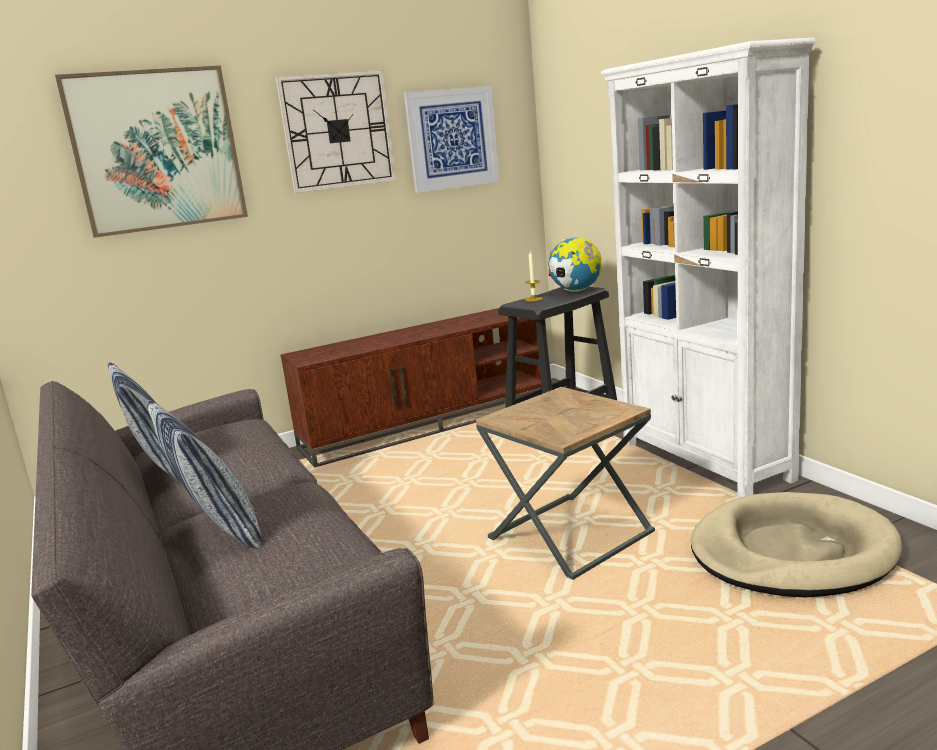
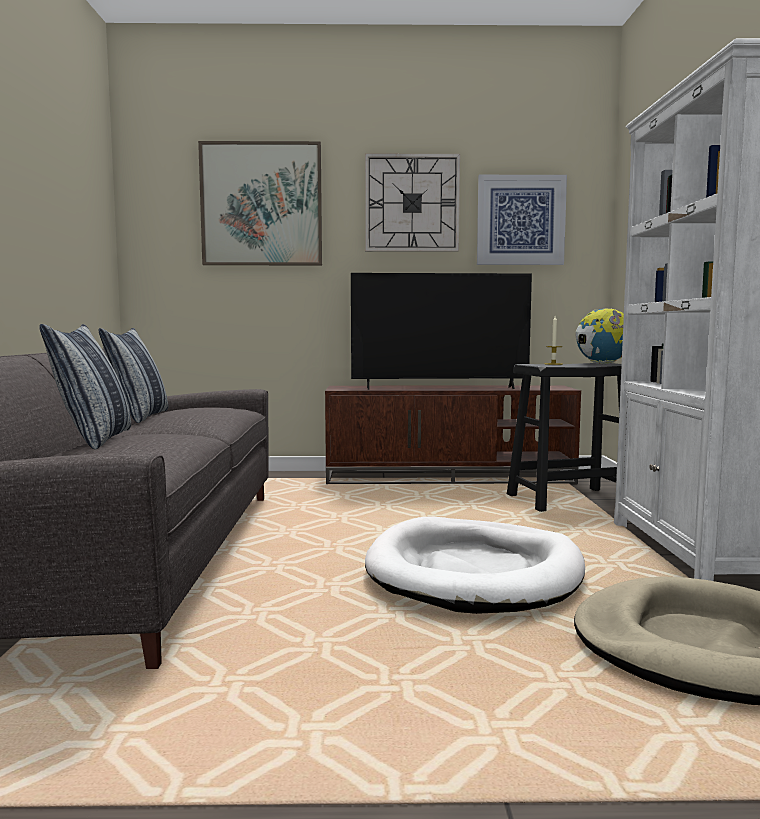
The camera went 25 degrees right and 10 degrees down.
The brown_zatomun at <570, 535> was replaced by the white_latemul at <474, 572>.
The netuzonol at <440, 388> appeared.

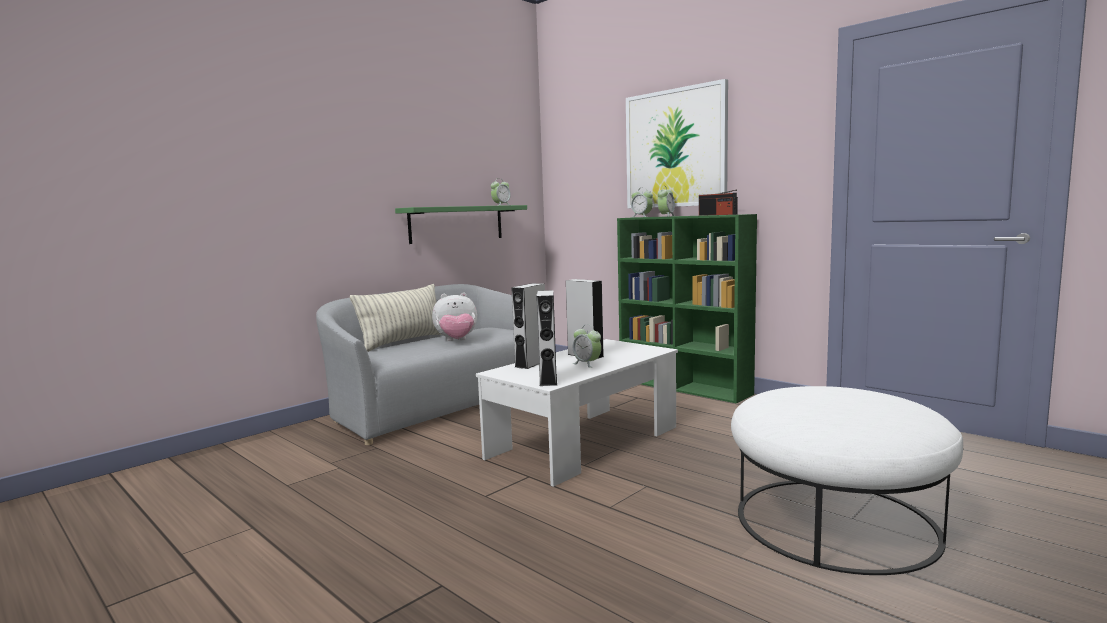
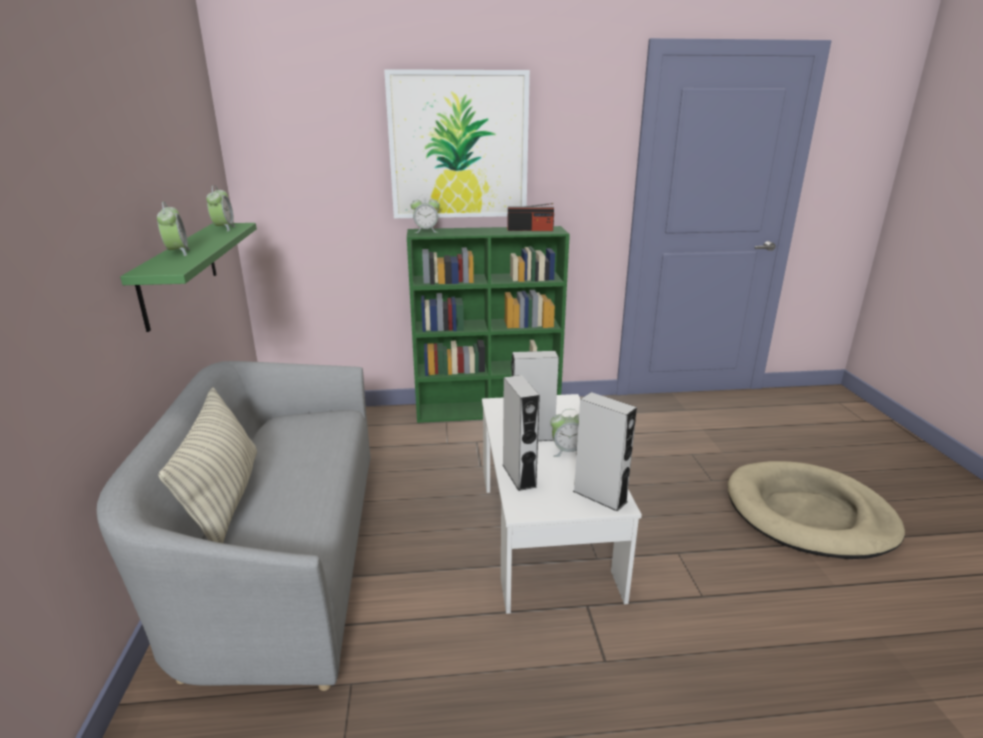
The camera went 50 degrees left and 15 degrees up.
The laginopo moved from <666, 216> to <177, 253>.
The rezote at <456, 341> disappeared.
The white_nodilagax at <835, 522> was replaced by the beige_latemul at <809, 514>.

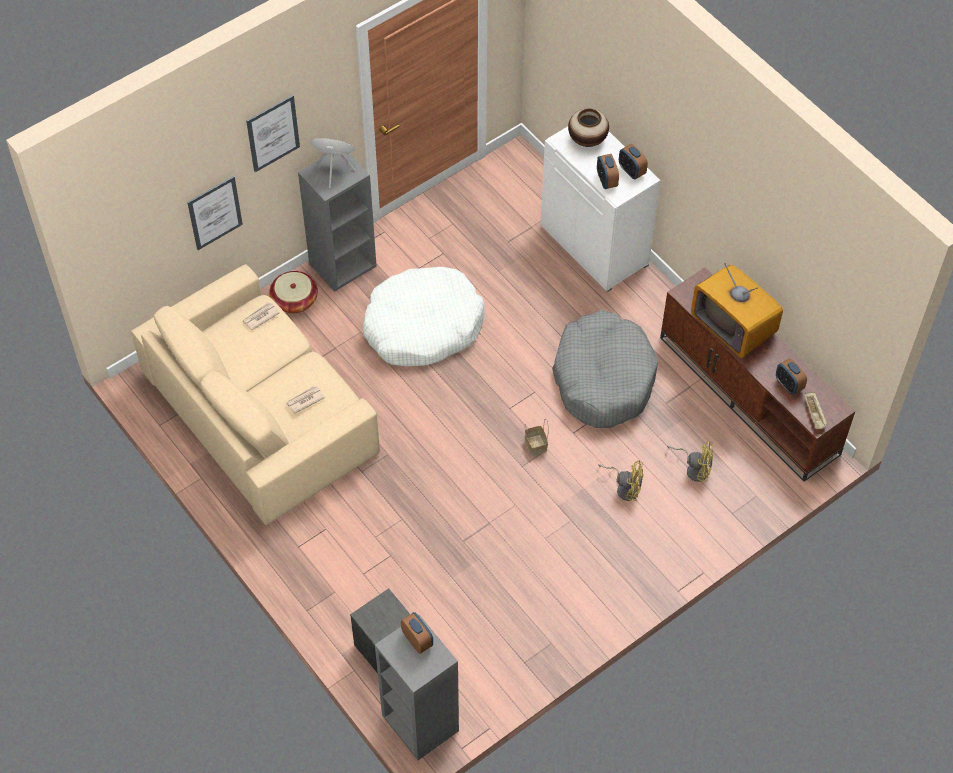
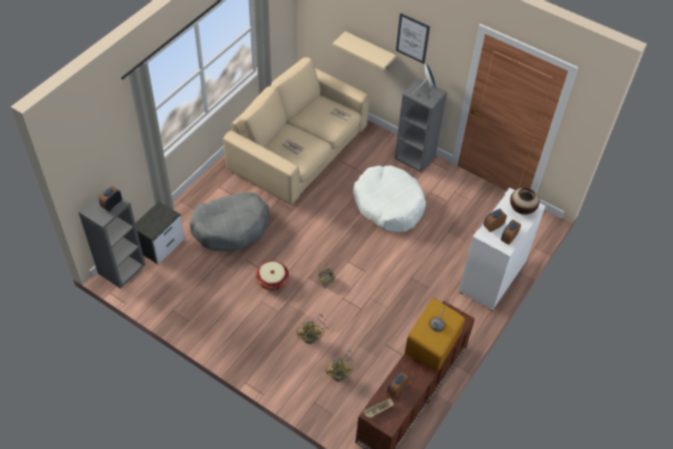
The camera went 70 degrees right and 5 degrees down.
The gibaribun at <215, 212> was replaced by the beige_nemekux at <369, 50>.
The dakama moved from <294, 300> to <272, 281>.
The grey_latemul moved from <603, 378> to <231, 227>.

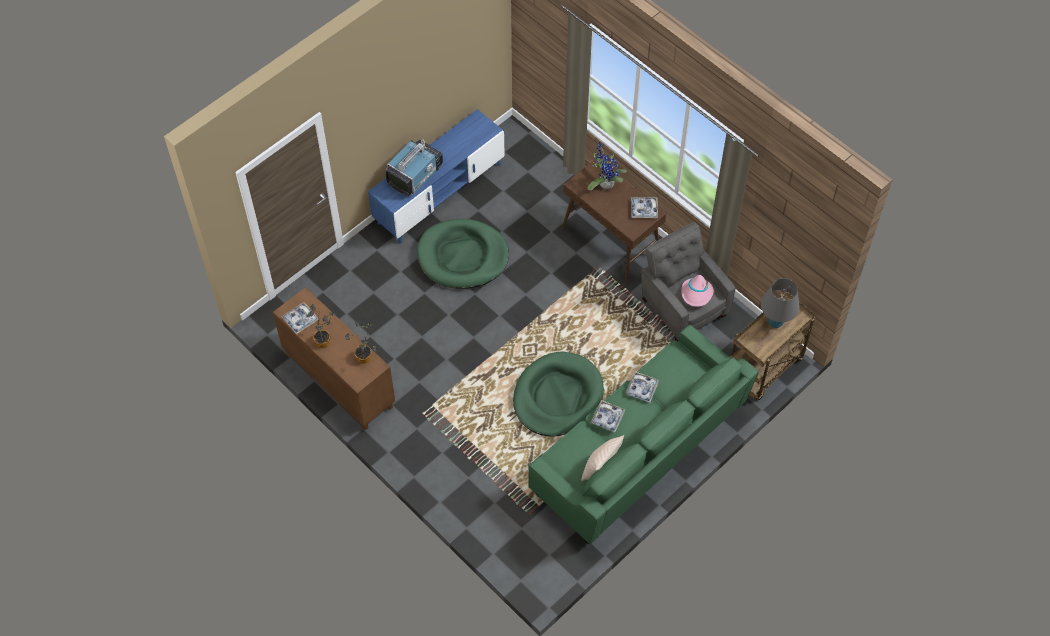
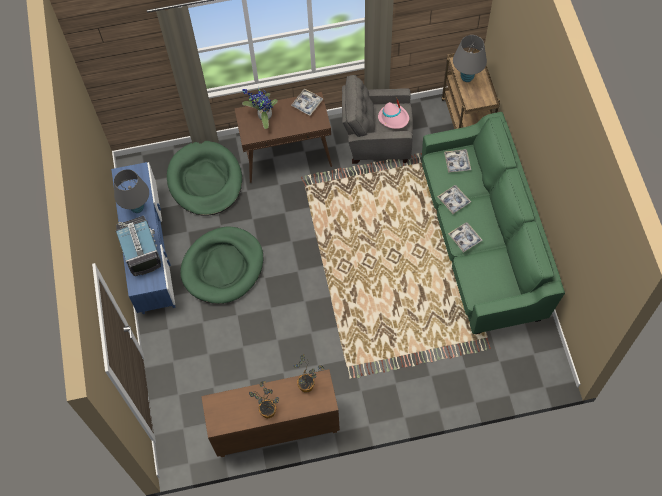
The camera went 55 degrees left and 5 degrees up.
The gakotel moved from <300, 320> to <457, 162>.
The green_latemul moved from <557, 397> to <205, 180>.
The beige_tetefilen at <600, 467> disappeared.
The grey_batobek at <137, 208> appeared.

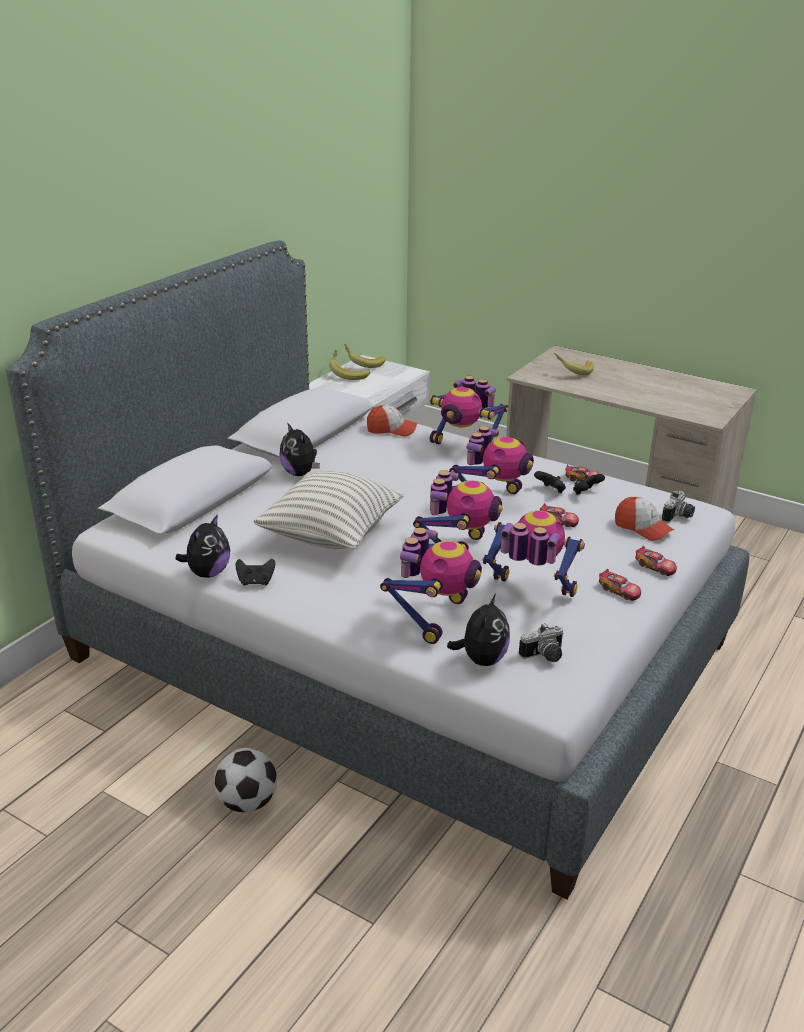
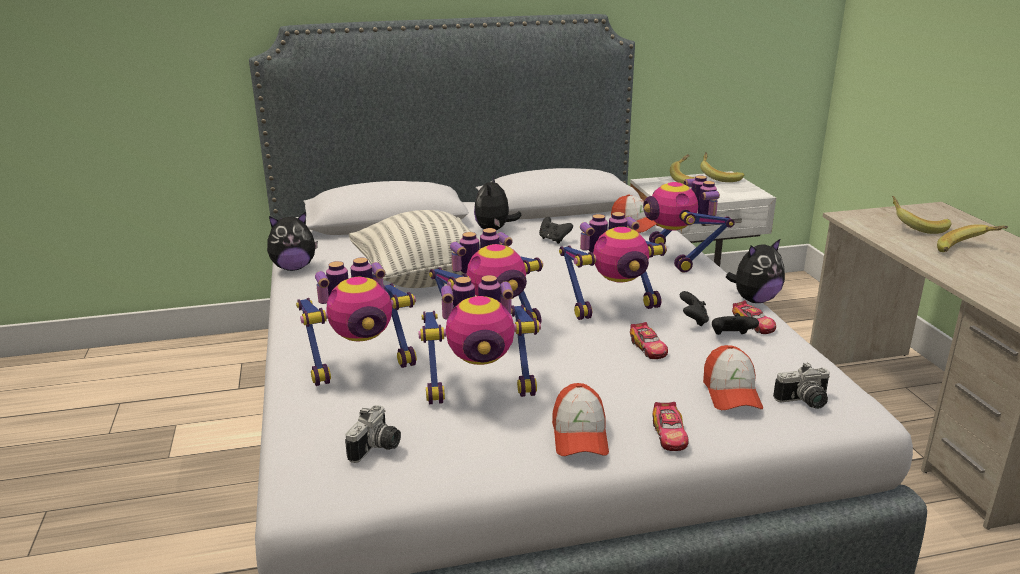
The camera went 45 degrees right and 5 degrees down.
The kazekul at <530, 592> turned 105 degrees clockwise.
The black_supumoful moved from <255, 582> to <554, 240>.
The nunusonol at <620, 591> was replaced by the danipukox at <579, 435>.
The rezote moved from <481, 659> to <754, 300>.
The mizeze at <544, 656> turned 90 degrees counterclockwise.
The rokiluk at <247, 802> disappeared.
The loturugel at <968, 251> appeared.

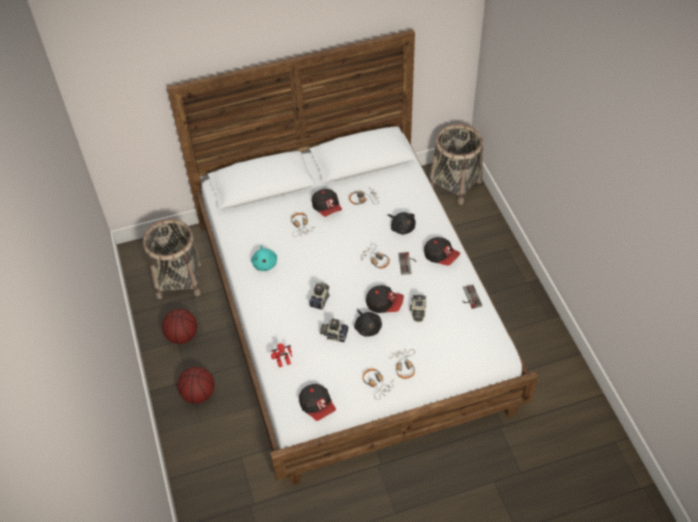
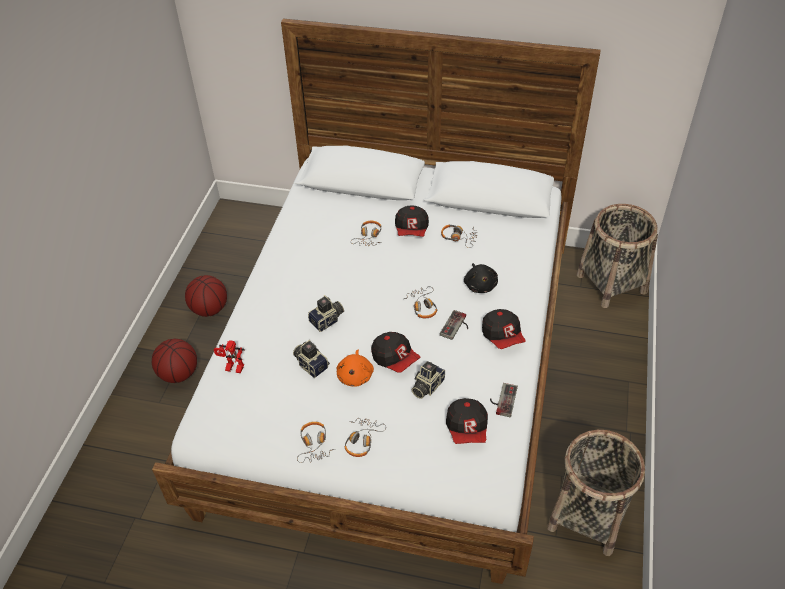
The camera went 30 degrees right and 5 degrees down.
The dakama moved from <179, 280> to <588, 516>.
The turquoise_rezote at <265, 263> disappeared.
The black_rezote at <367, 327> became the orange_rezote at <355, 375>.
The danipukox moved from <317, 406> to <467, 429>.

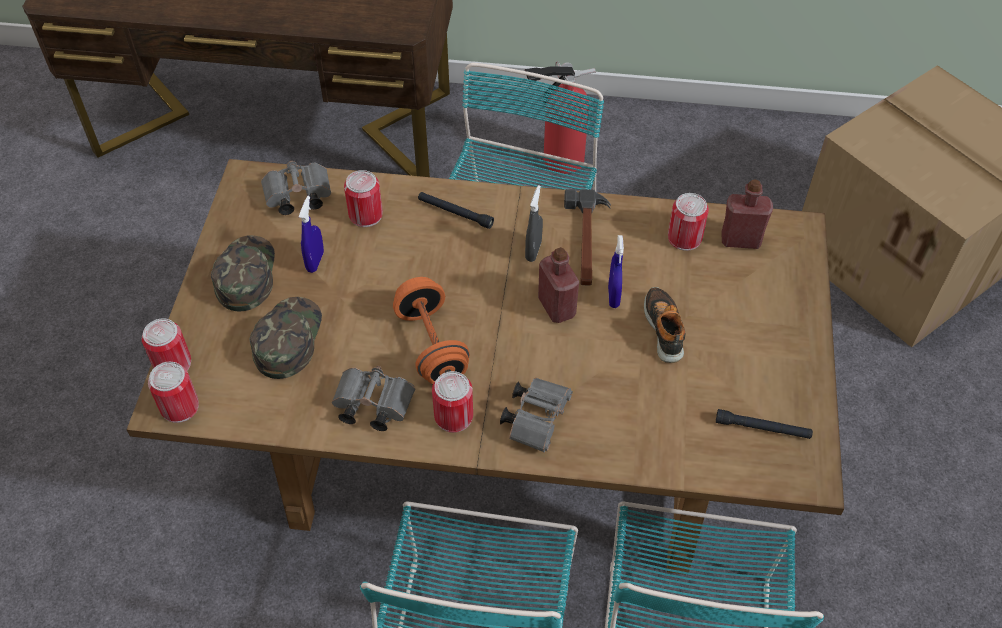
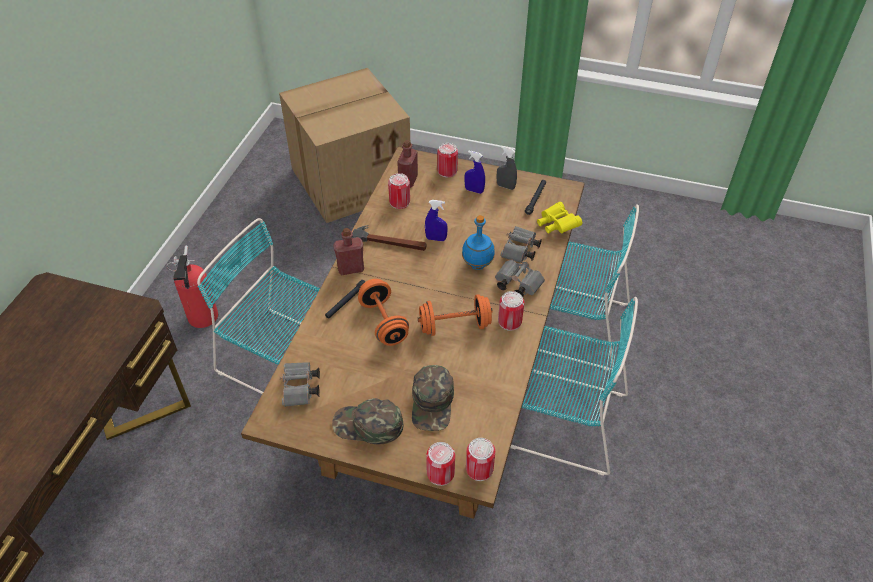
The camera went 80 degrees left and 5 degrees down.
The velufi moved from <365, 215> to <447, 171>.
The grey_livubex moved from <533, 251> to <505, 186>.
The blue_livubex moved from <315, 261> to <474, 190>.
The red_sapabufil moved from <556, 307> to <351, 269>.
The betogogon at <664, 329> disappeared.
The green_danipukox at <287, 339> turned 105 degrees counterclockwise.
The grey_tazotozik moved from <371, 406> to <519, 252>.
The yellow_tazotozik at <556, 225> appeared.
The blue_sapabufil at <477, 265> appeared.
The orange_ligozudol at <384, 322> appeared.

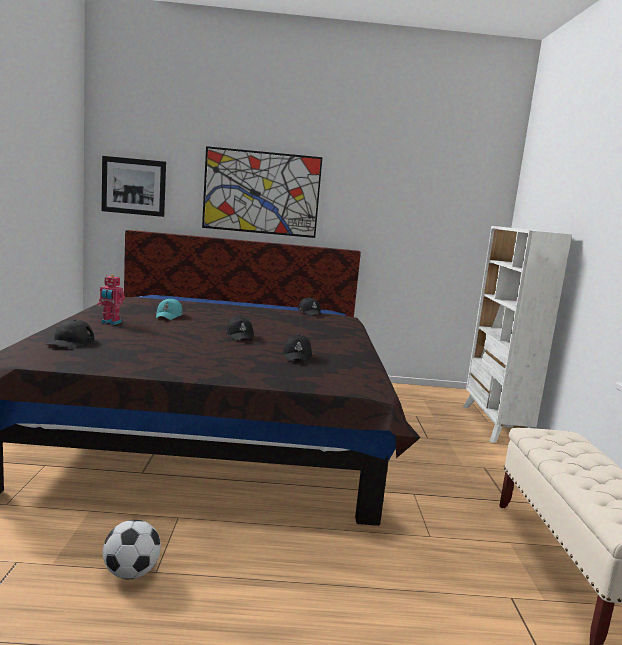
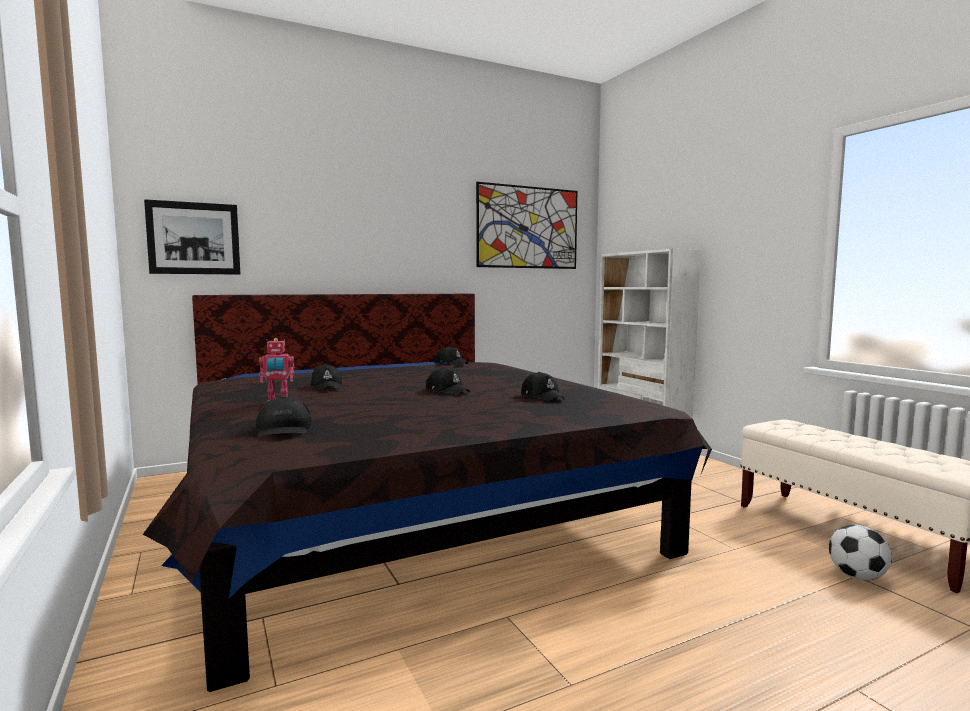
The camera went 25 degrees left and 5 degrees down.
The gibaribun moved from <261, 192> to <528, 227>.
The turquoise_danipukox at <169, 316> became the black_danipukox at <327, 387>.
The rokiluk moved from <131, 573> to <857, 576>.

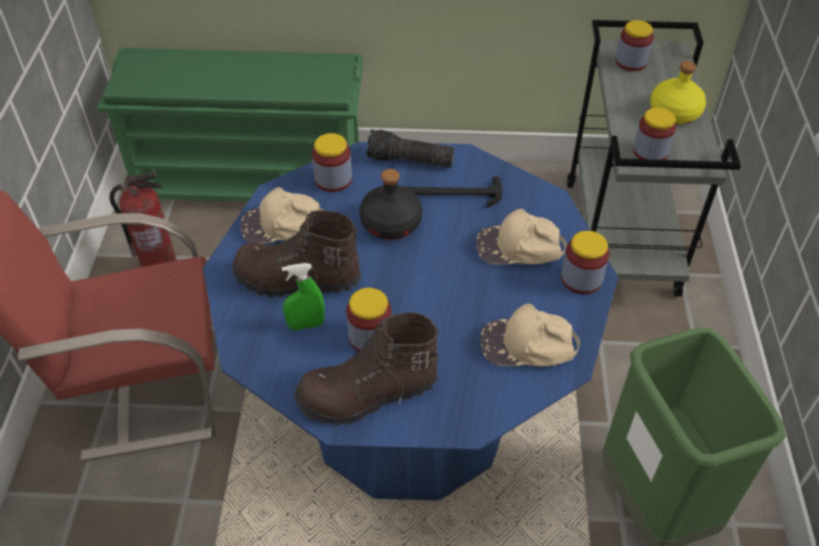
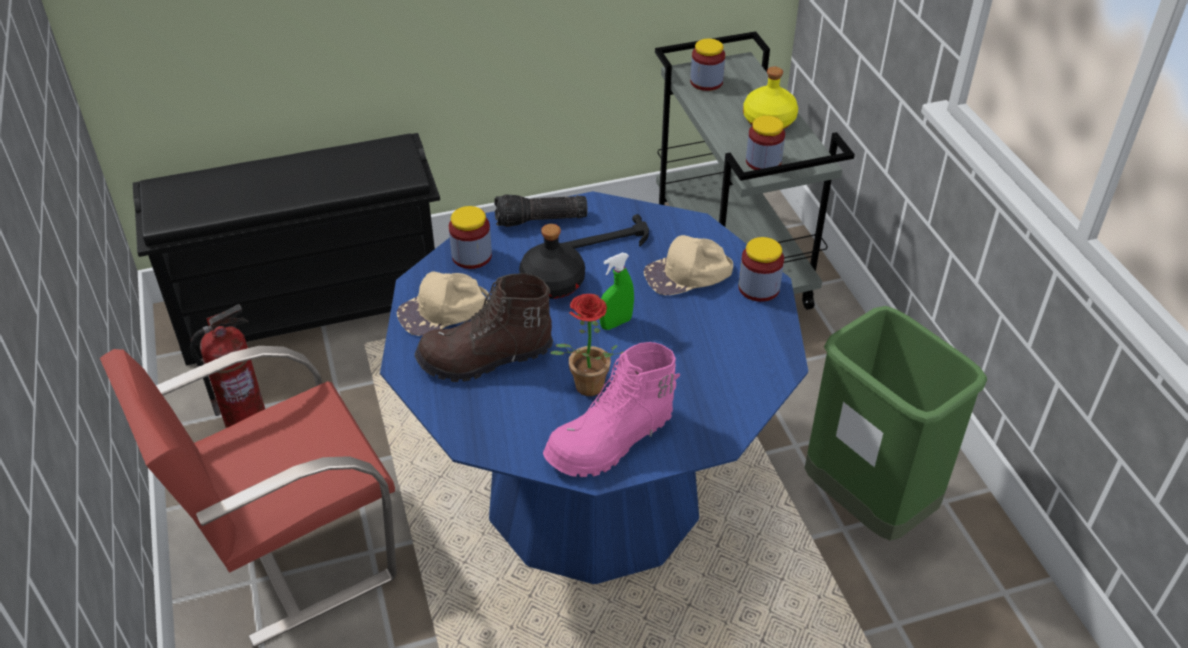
The camera went 20 degrees left and 5 degrees down.
The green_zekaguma at <254, 183> became the black_zekaguma at <314, 307>.
The green_livubex moved from <306, 325> to <616, 323>.
The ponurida at <370, 336> was replaced by the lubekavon at <586, 390>.
The beige_danipukox at <529, 345> disappeared.
The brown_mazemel at <368, 395> became the pink_mazemel at <611, 441>.

